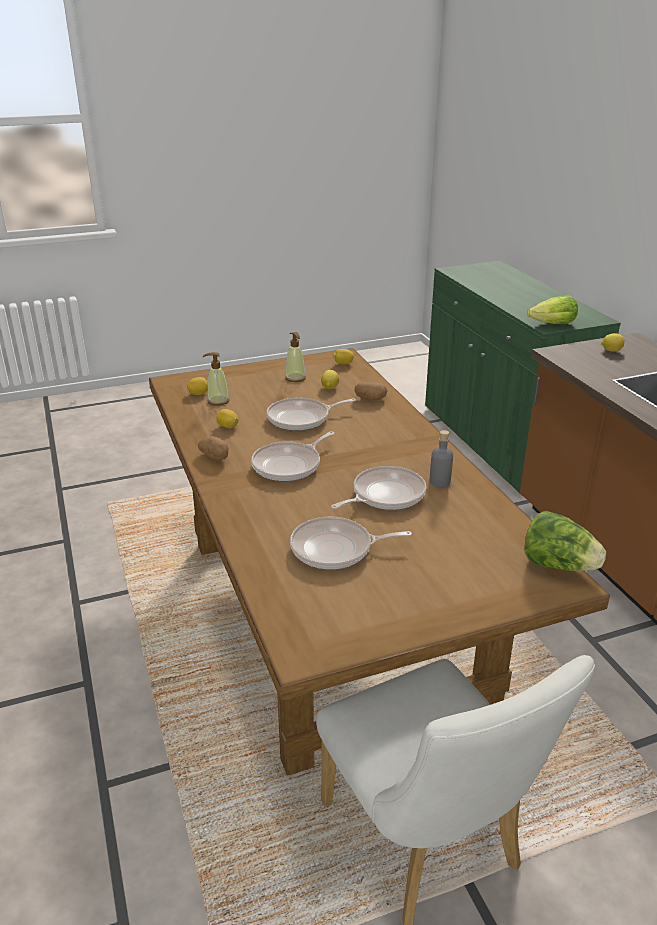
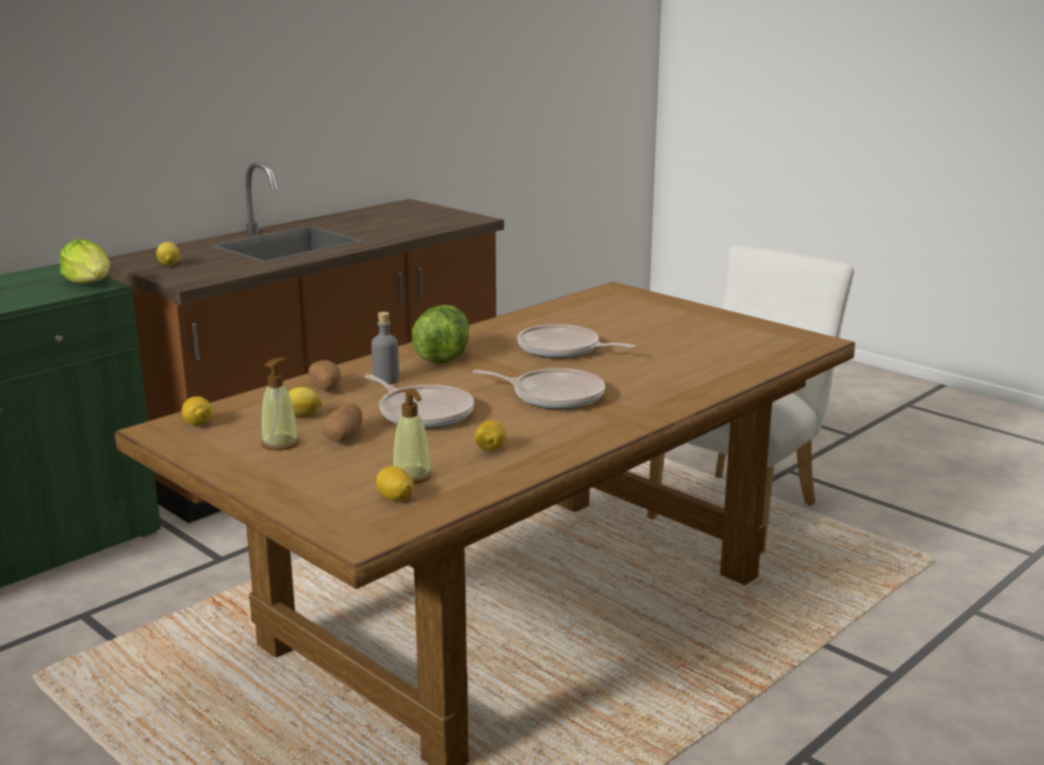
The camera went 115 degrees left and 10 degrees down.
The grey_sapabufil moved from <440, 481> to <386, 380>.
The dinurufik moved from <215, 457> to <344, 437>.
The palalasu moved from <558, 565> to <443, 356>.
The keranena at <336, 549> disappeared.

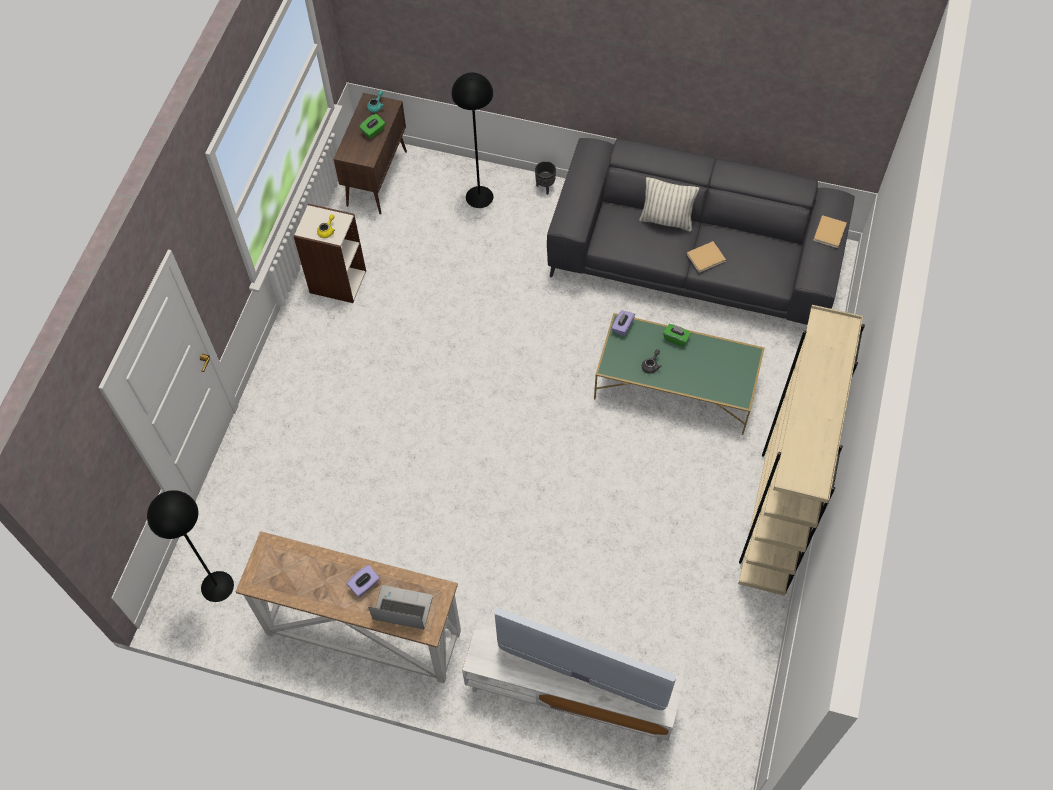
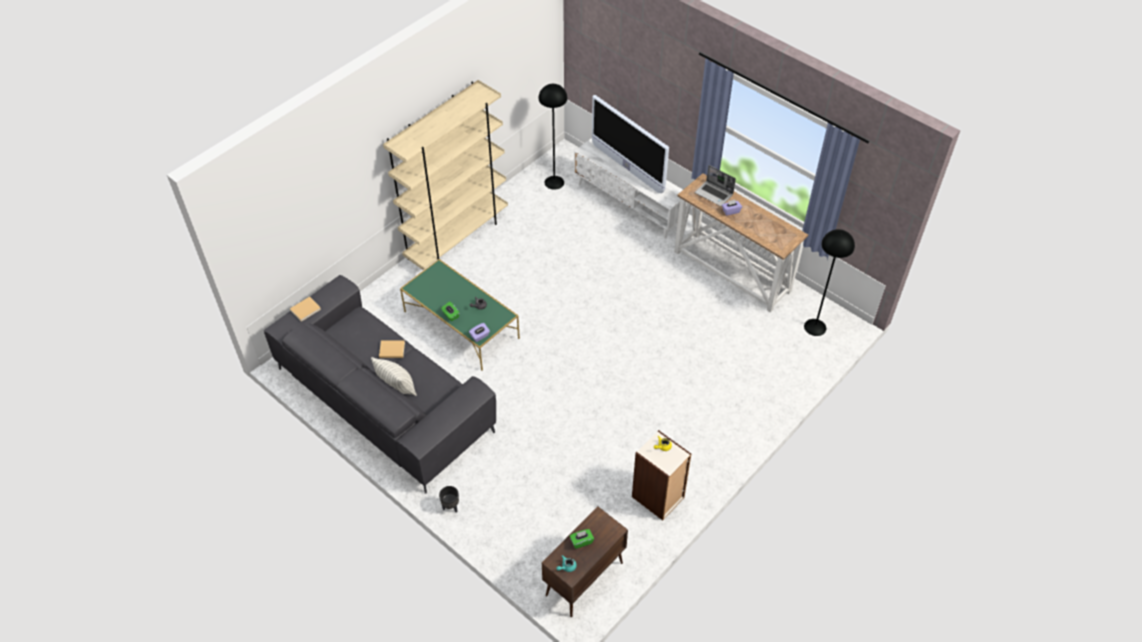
The camera went 155 degrees left and 10 degrees down.
The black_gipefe moved from <479, 196> to <554, 182>.

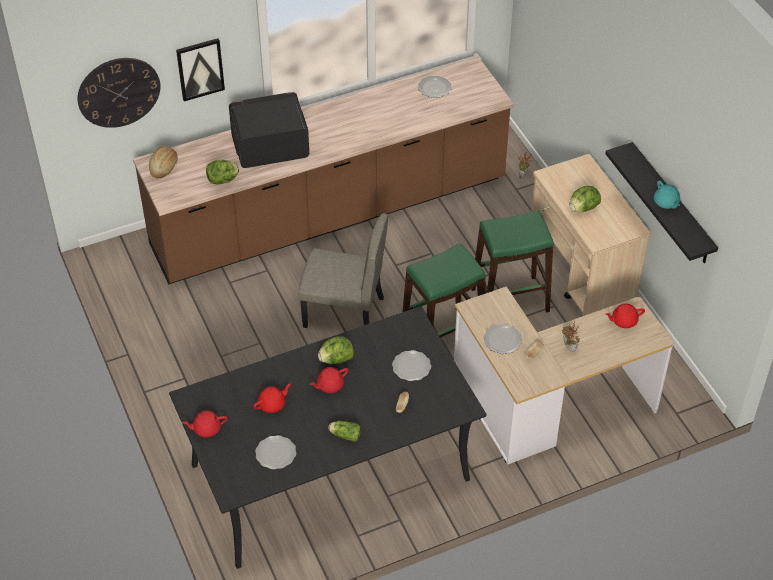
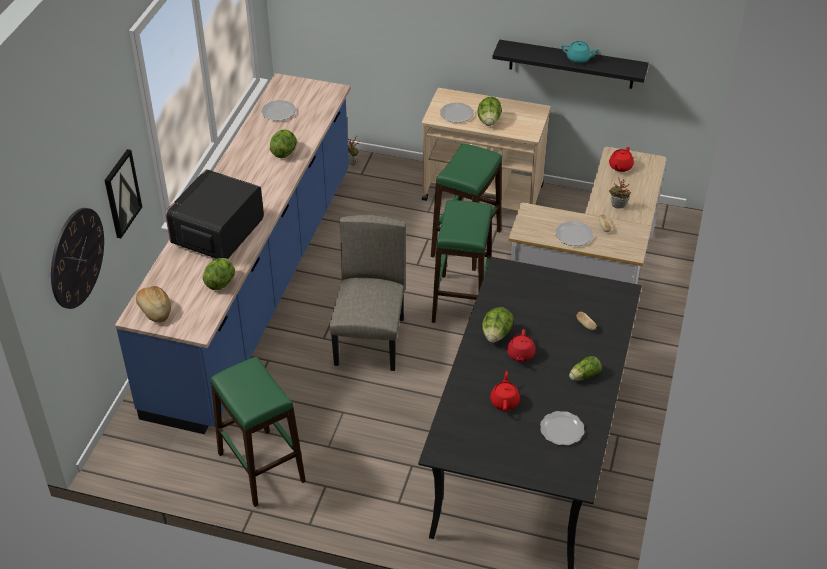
The camera went 50 degrees left and 5 degrees down.
The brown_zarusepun at <330, 215> became the blue_zarusepun at <256, 287>.
The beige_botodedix at <343, 313> turned 45 degrees counterclockwise.
The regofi moved from <411, 367> to <457, 114>.
The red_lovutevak at <206, 428> disappeared.
The palalasu at <284, 152> appeared.
The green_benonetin at <261, 467> appeared.

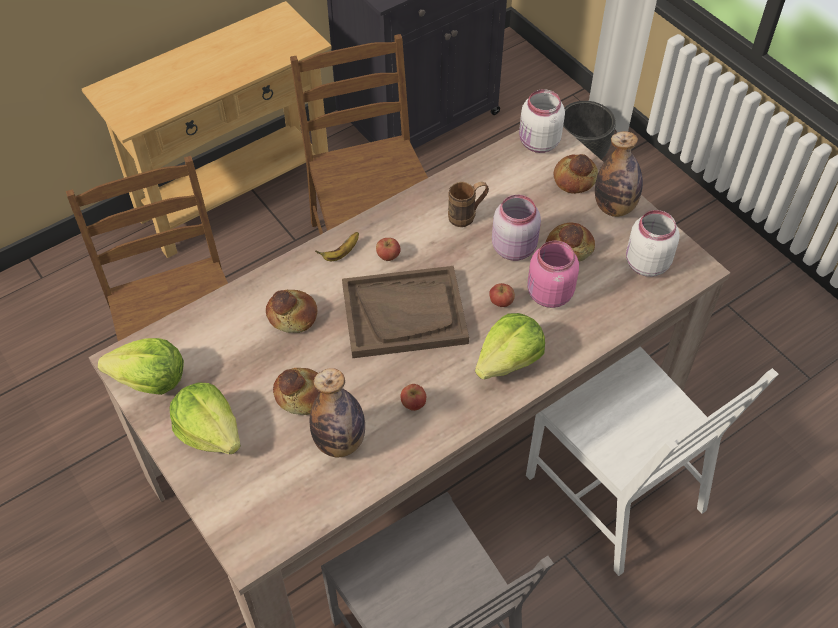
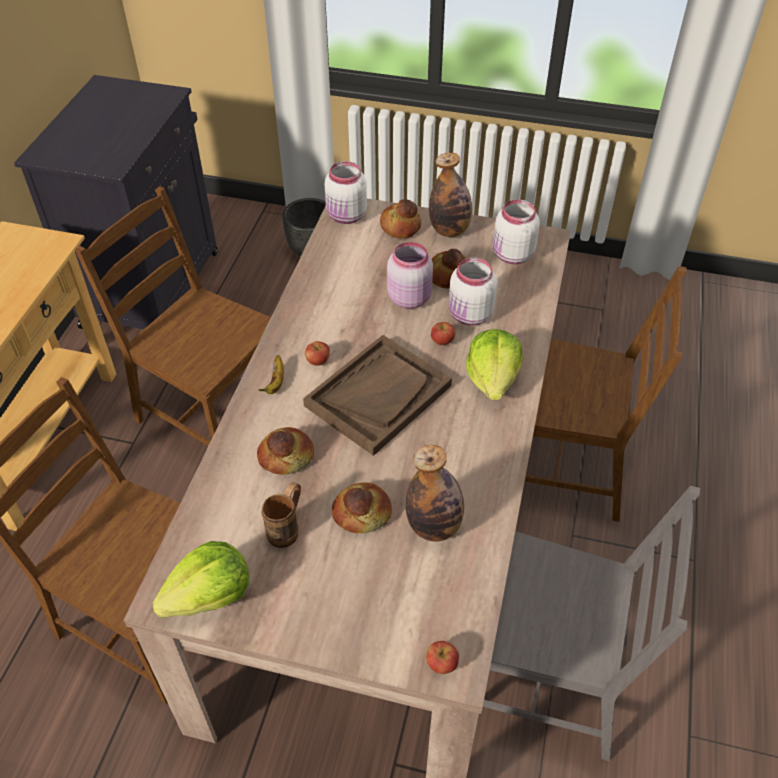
The camera went 40 degrees left and 5 degrees down.
The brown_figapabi moved from <467, 216> to <287, 528>.
The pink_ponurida at <548, 295> became the white_ponurida at <470, 315>.
The white_botodedix at <618, 492> became the brown_botodedix at <563, 465>.
The palalasu at <210, 431> disappeared.
The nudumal moved from <413, 404> to <441, 664>.

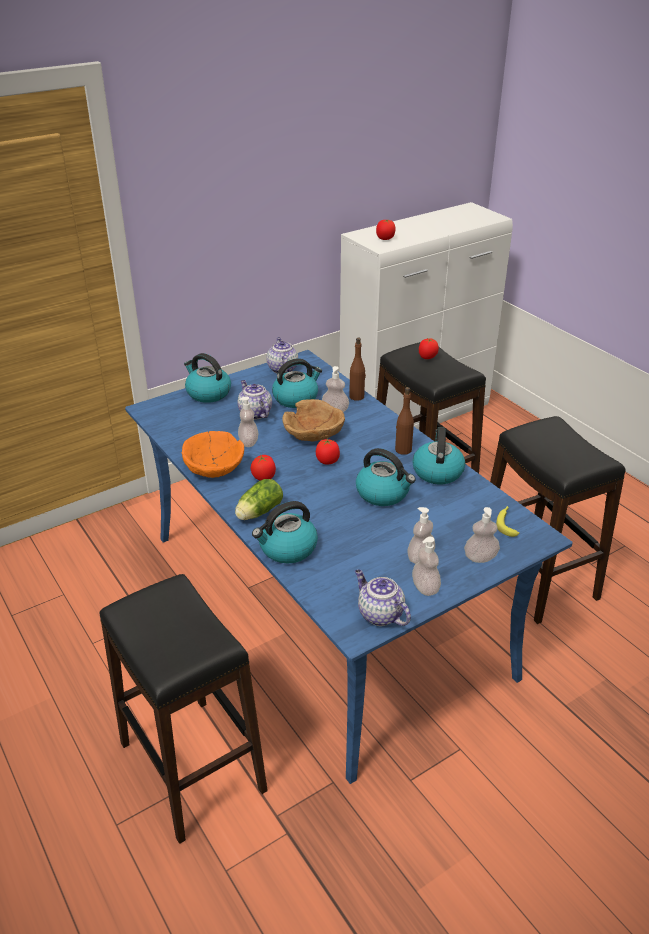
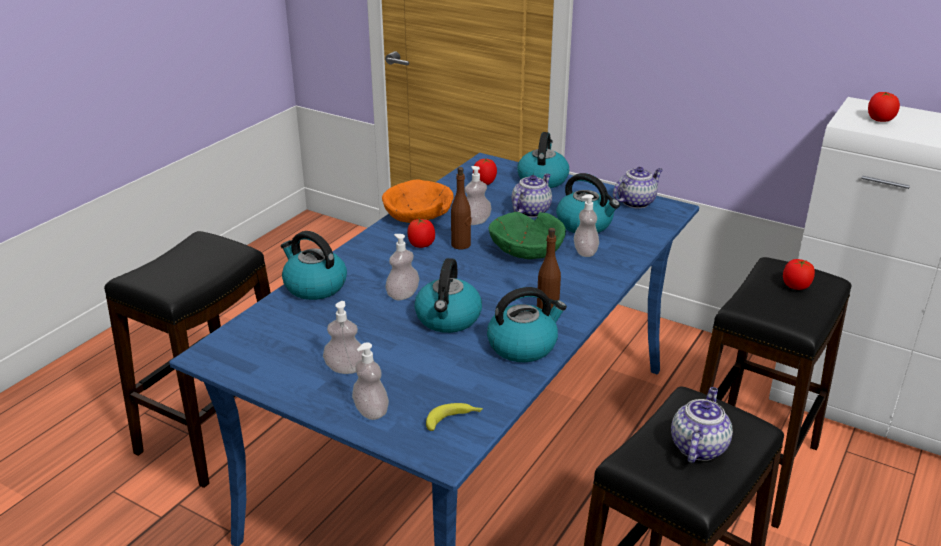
The camera went 65 degrees right and 5 degrees down.
The brown_sapabufil moved from <357, 396> to <461, 245>.
The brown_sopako at <314, 433> became the green_sopako at <527, 251>.
The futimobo moved from <327, 461> to <485, 182>.
The palalasu at <257, 512> disappeared.
The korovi moved from <425, 588> to <403, 295>.
The lovutevak moved from <379, 614> to <698, 446>.

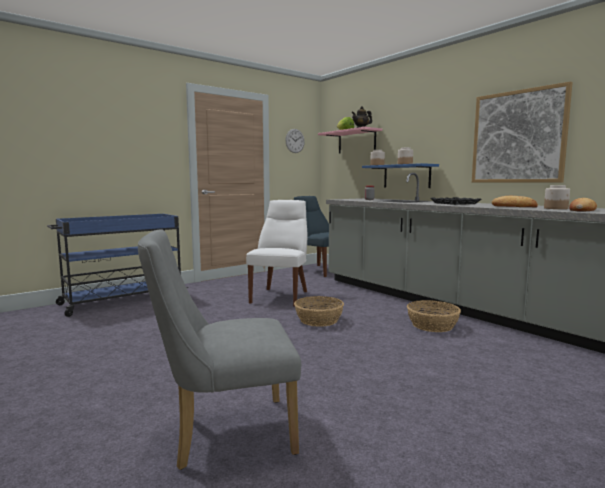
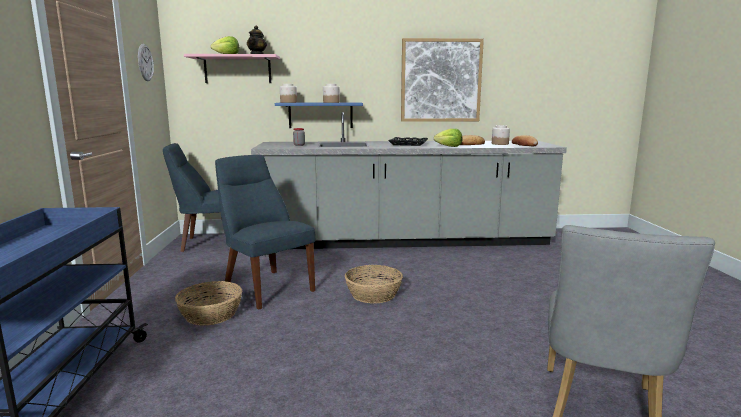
The camera went 55 degrees left and 5 degrees up.
The white_botodedix at <281, 296> became the blue_botodedix at <266, 287>.
The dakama moved from <433, 325> to <211, 314>.
The palalasu at <449, 146> appeared.

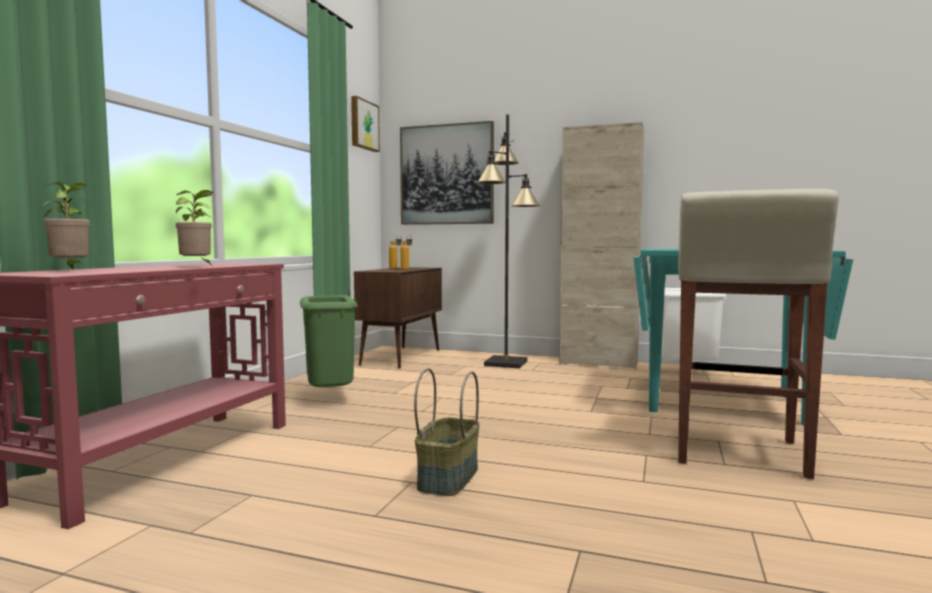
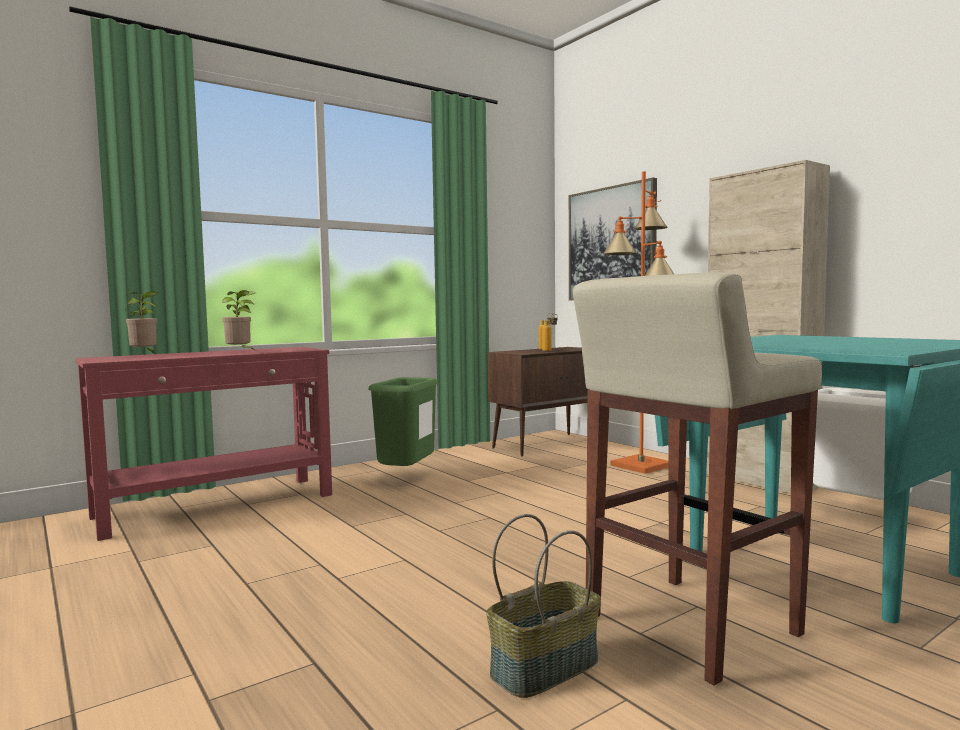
The camera went 35 degrees right and 0 degrees up.
The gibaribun at <363, 125> disappeared.
The black_gipefe at <506, 363> became the orange_gipefe at <642, 465>.
The dakama moved from <447, 478> to <544, 667>.

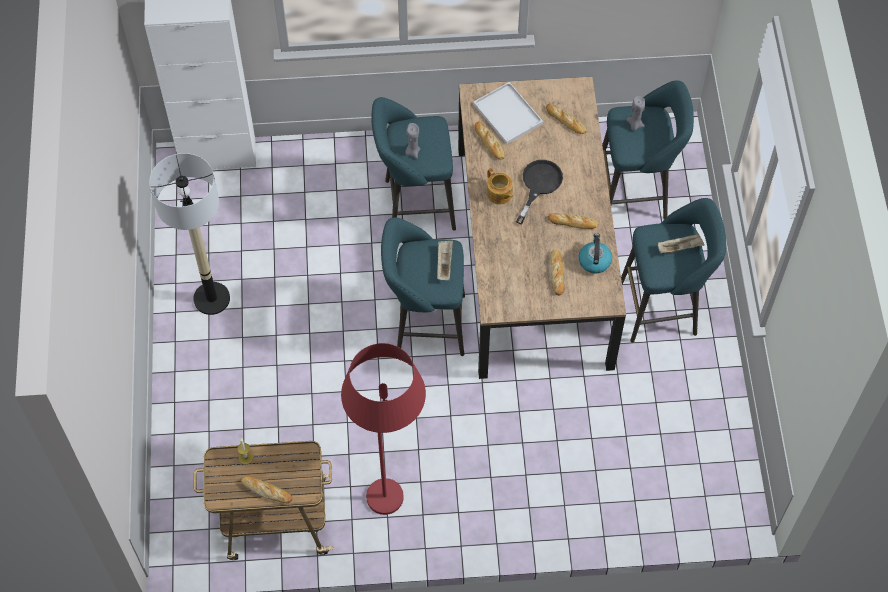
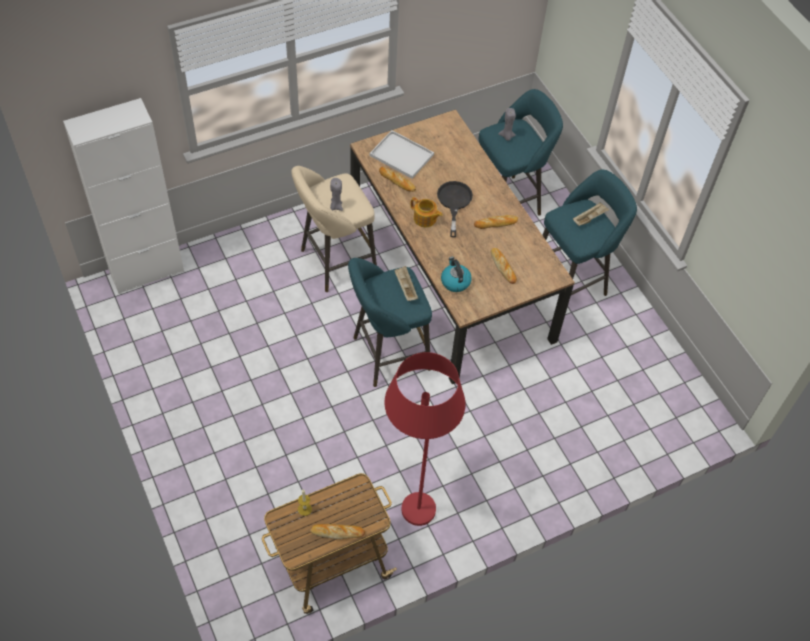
The camera went 25 degrees left and 5 degrees down.
The turquoise_benonetin at <414, 205> became the beige_benonetin at <334, 262>.
The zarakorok at <565, 121> disappeared.
The gipefe at <211, 298> disappeared.
The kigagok moved from <594, 260> to <455, 281>.

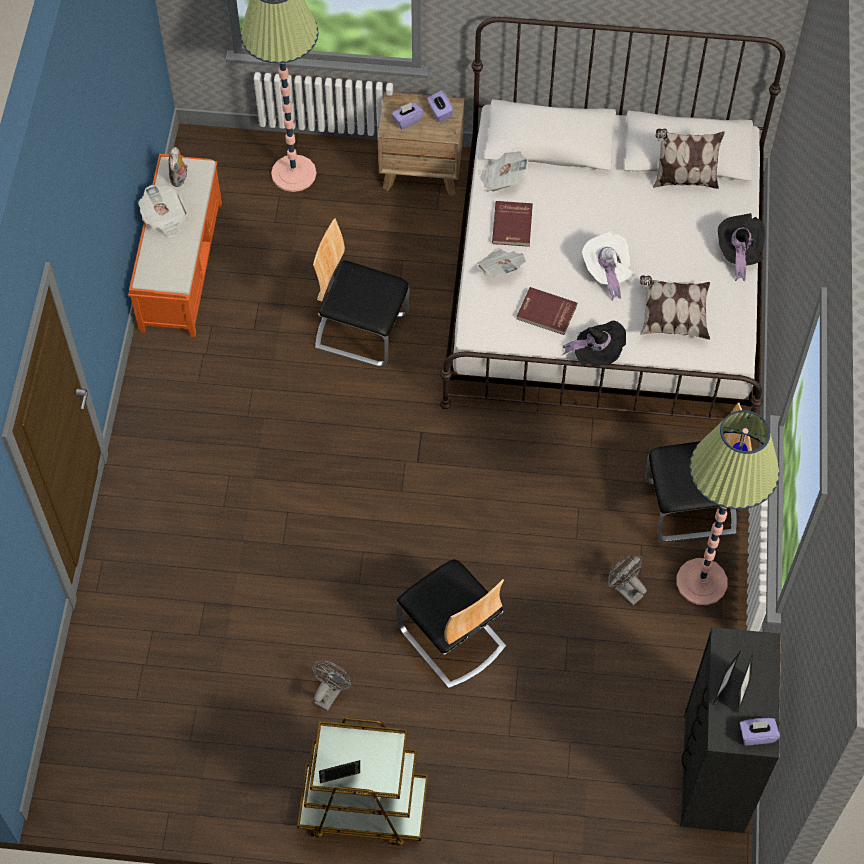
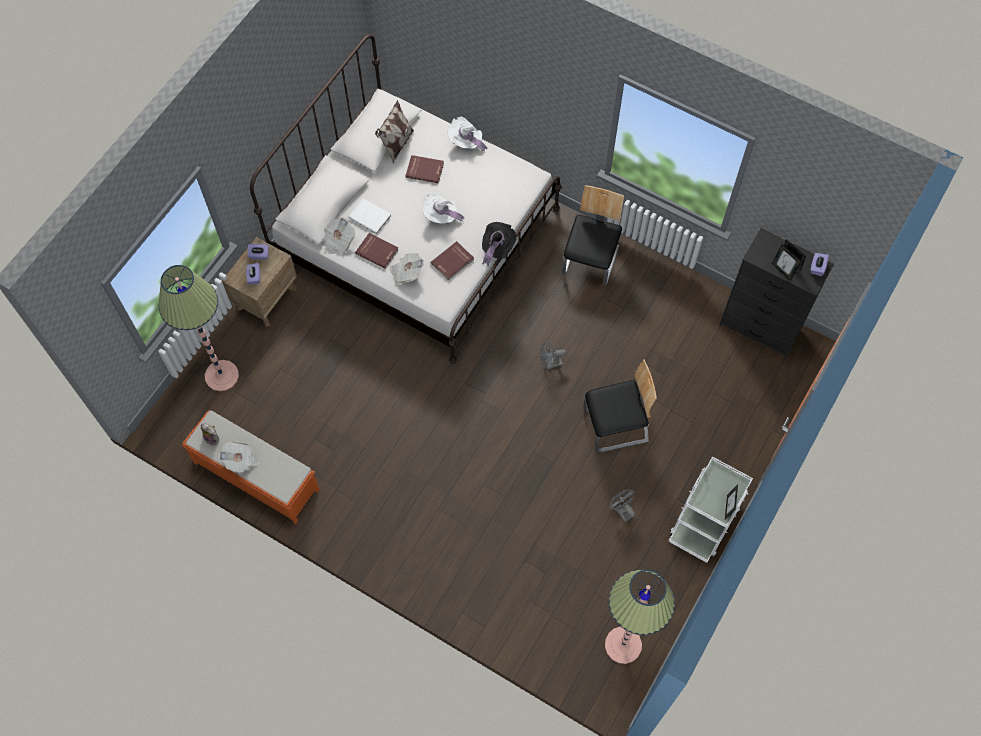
The camera went 65 degrees left and 5 degrees up.
The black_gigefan at <739, 253> became the white_gigefan at <466, 142>.
The botodedix at <361, 331> disappeared.
The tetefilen at <672, 316> disappeared.
The gipefe moved from <701, 582> to <623, 645>.
The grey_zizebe moved from <625, 590> to <550, 364>.
The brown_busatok at <363, 807> became the white_busatok at <704, 522>.
The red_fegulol at <425, 169> appeared.
The white_fegulol at <370, 216> appeared.

